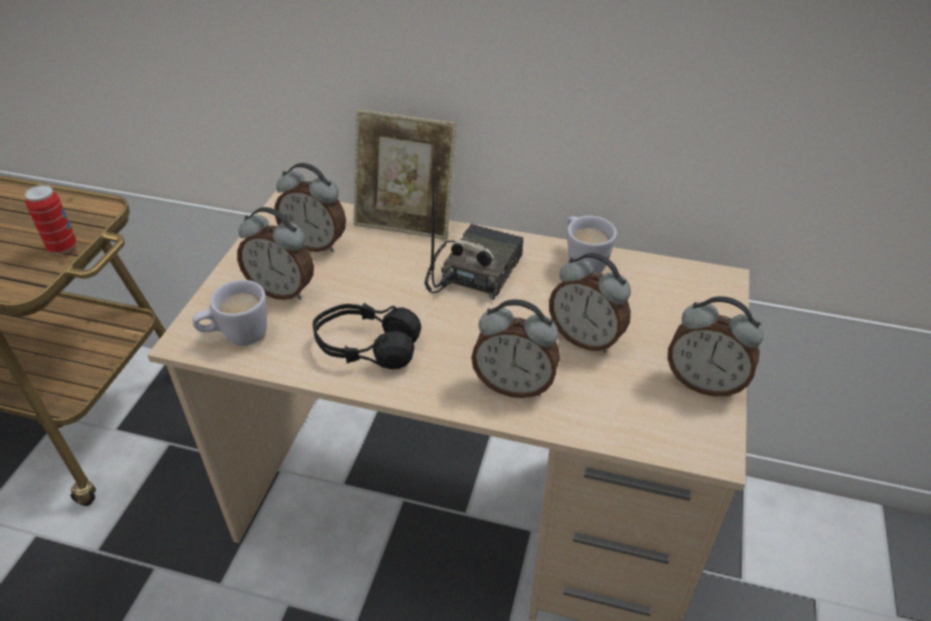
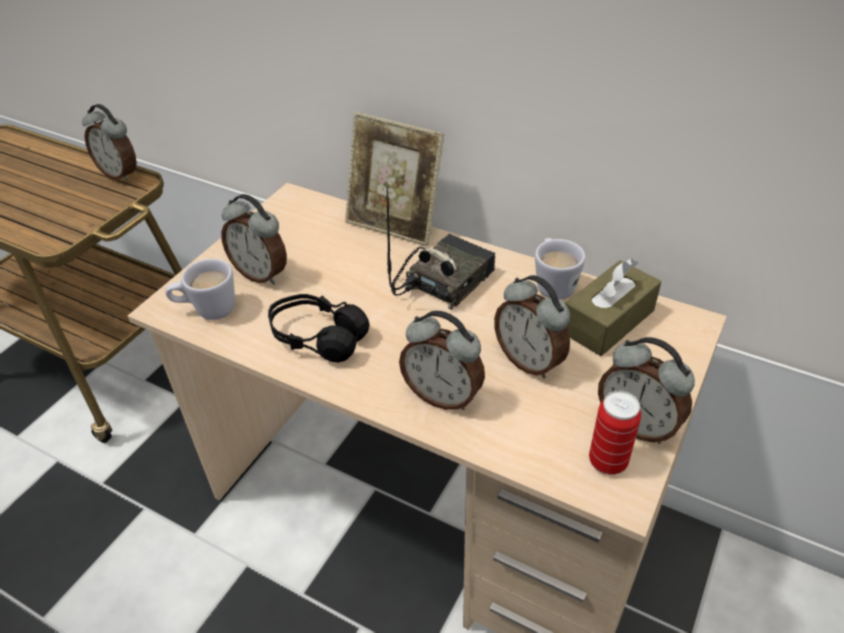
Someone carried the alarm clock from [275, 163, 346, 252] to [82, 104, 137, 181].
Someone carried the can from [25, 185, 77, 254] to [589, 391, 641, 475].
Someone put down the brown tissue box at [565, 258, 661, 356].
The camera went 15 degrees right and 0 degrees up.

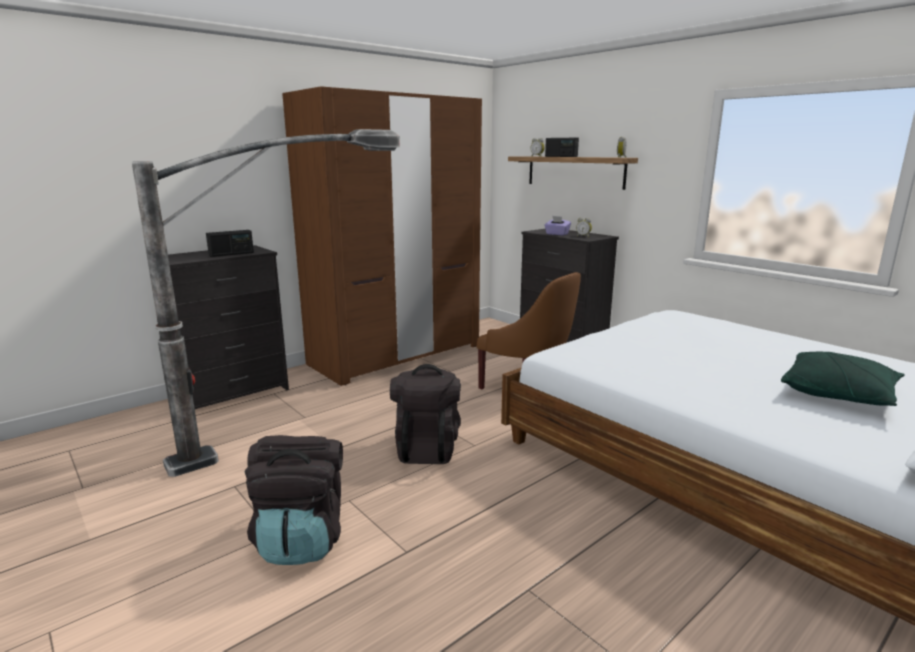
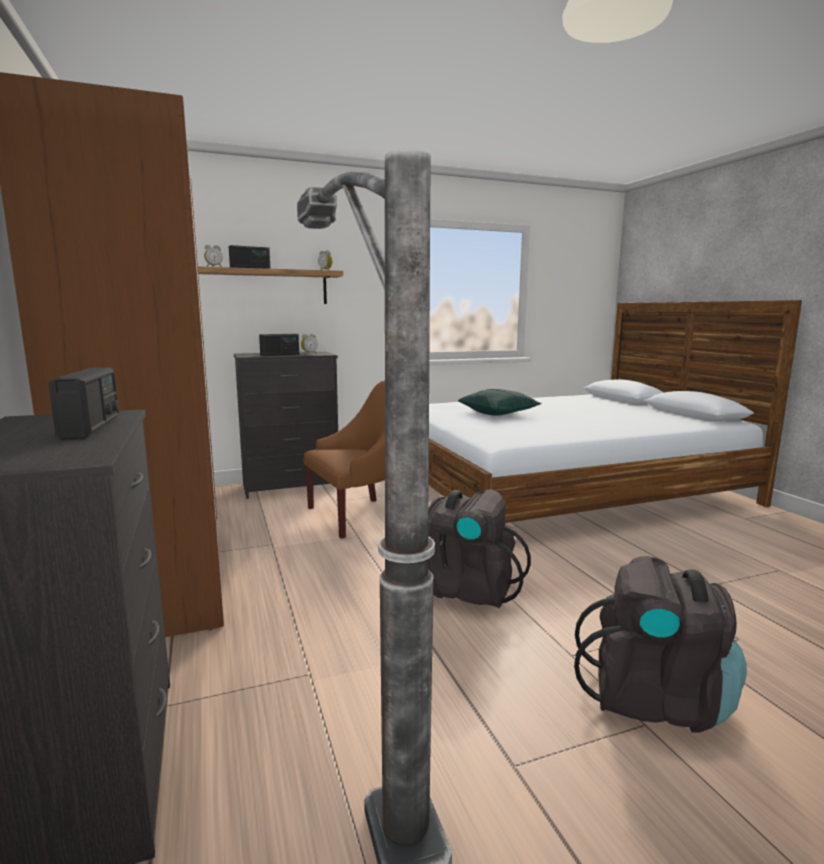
Someone swapped the purple tissue box at [544, 216, 571, 235] for the radio at [259, 334, 299, 356].
Someone carried the green pillow from [781, 351, 905, 406] to [458, 389, 542, 416].
The camera went 70 degrees left and 5 degrees down.

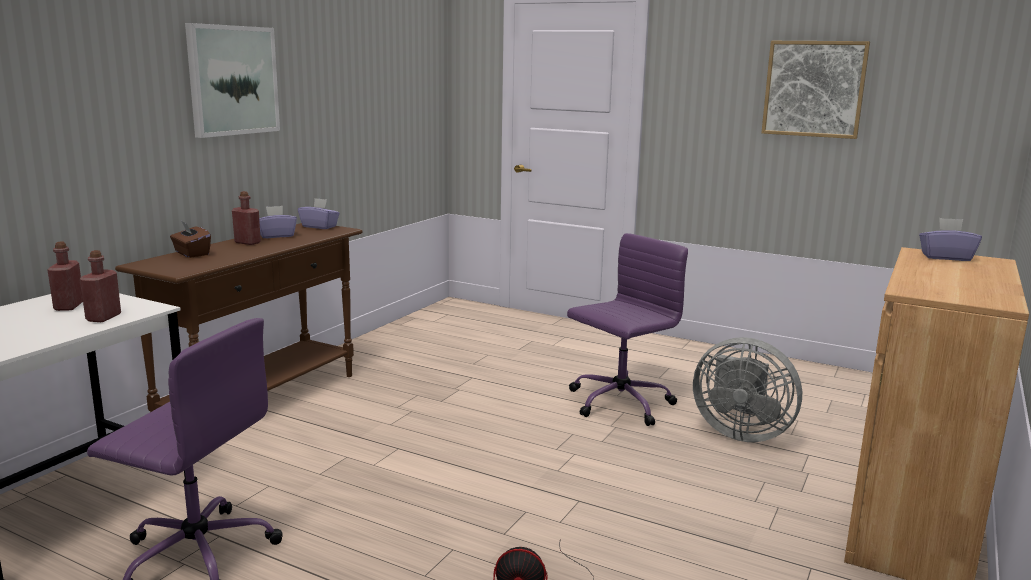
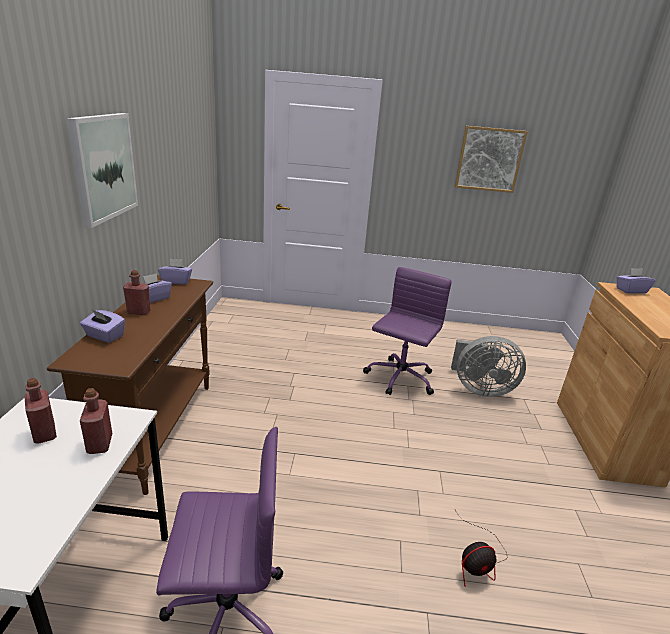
Someone repainted the brown tissue box at [170, 222, 211, 258], which became the purple tissue box at [80, 310, 125, 343].
The camera went 25 degrees left and 10 degrees up.

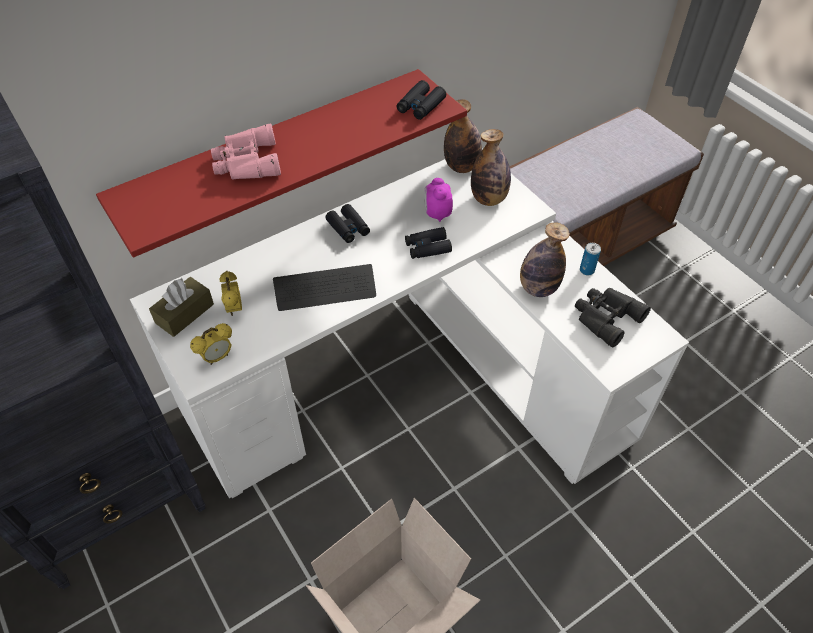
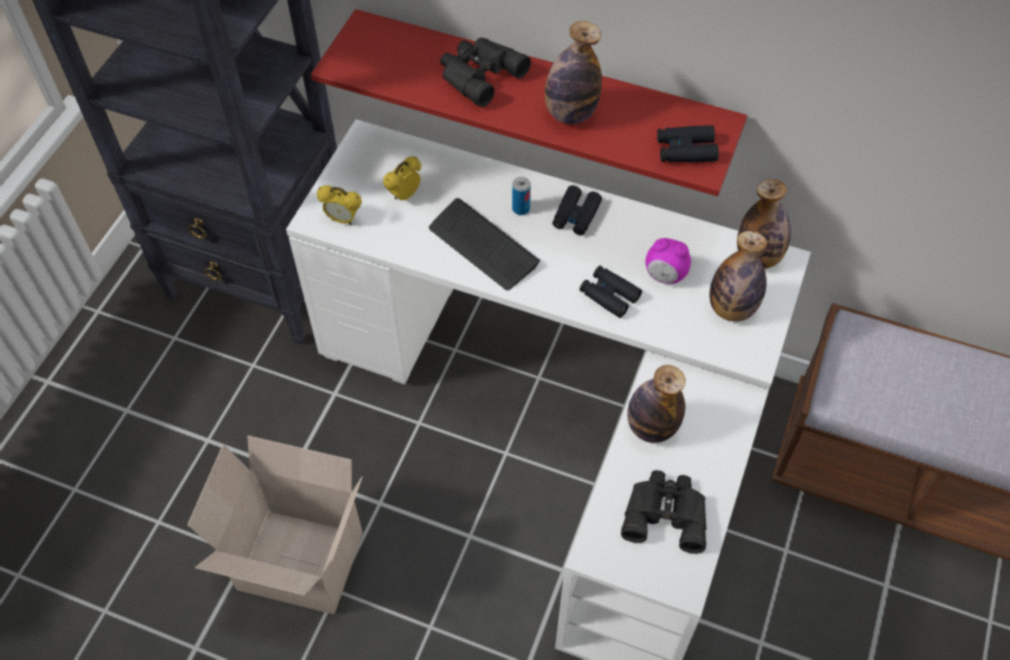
Someone repainted the pink binoculars at [211, 123, 281, 179], which became the black binoculars at [440, 37, 531, 107].
Someone rotated the alarm clock at [424, 178, 453, 222] by 120 degrees counterclockwise.
Someone carried the can from [580, 243, 601, 275] to [512, 177, 531, 215].
Someone took away the brown tissue box at [149, 277, 214, 337].
Someone put down the bottle at [545, 21, 602, 124].
The camera went 55 degrees right and 5 degrees up.

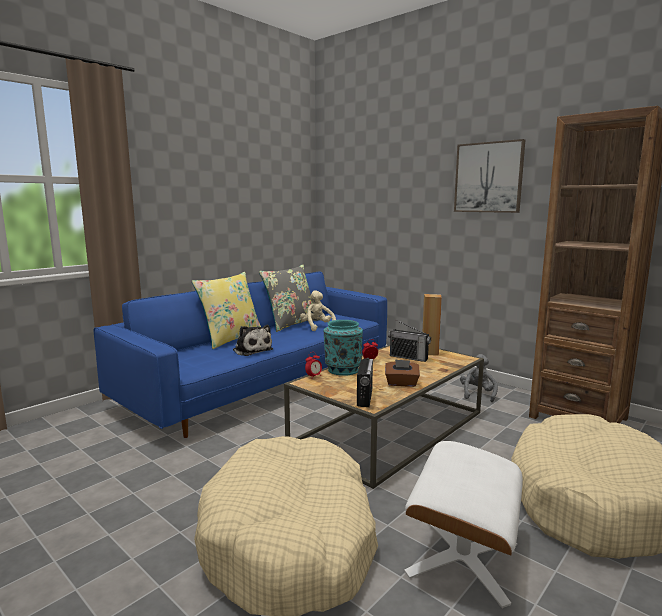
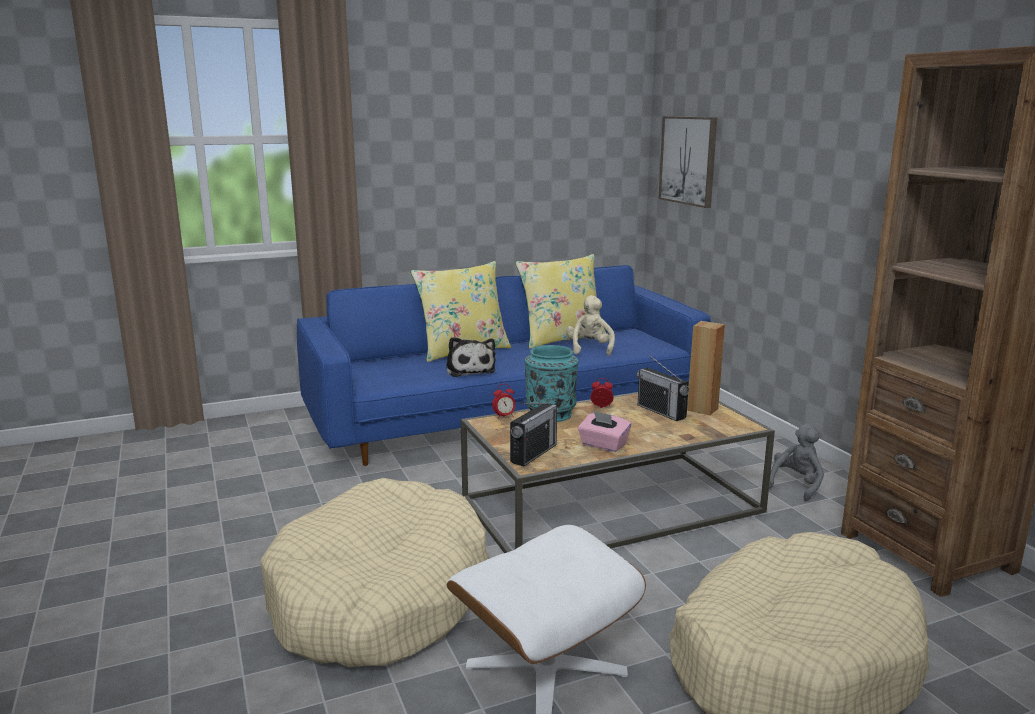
Someone carried the picture from [454, 139, 525, 213] to [659, 116, 717, 208].
Someone repainted the grey pillow at [259, 264, 313, 332], which became the yellow pillow at [515, 254, 606, 349].
Someone repainted the brown tissue box at [385, 359, 420, 387], which became the pink tissue box at [578, 411, 631, 452].
The camera went 25 degrees right and 5 degrees up.

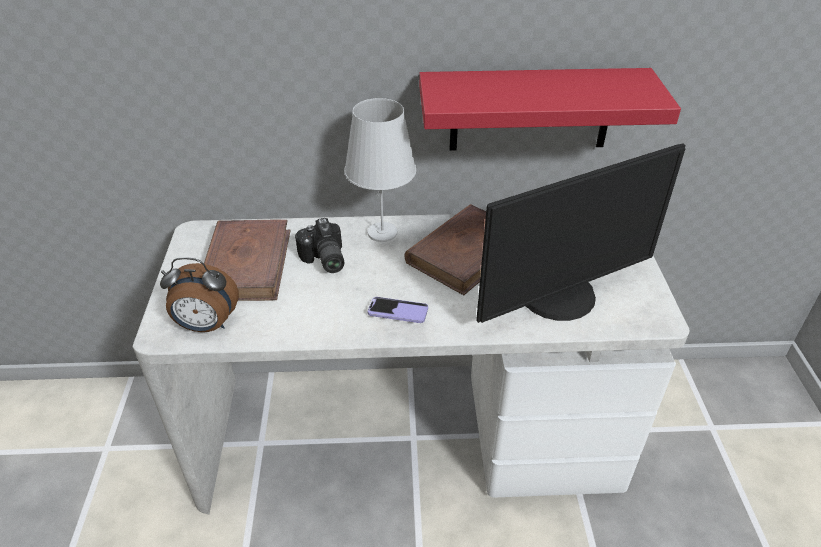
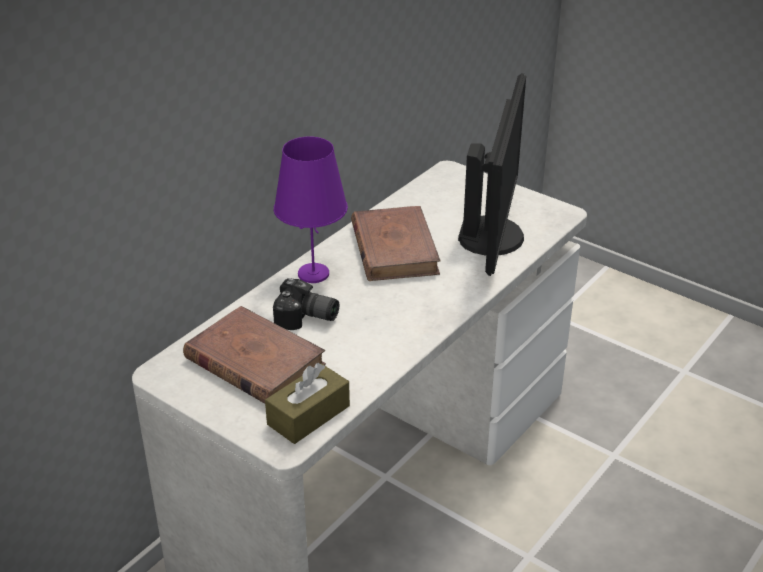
Someone took away the red shelf at [419, 68, 681, 151].
Someone repainted the white table lamp at [344, 98, 416, 242], which became the purple table lamp at [274, 136, 348, 283].
Someone swapped the alarm clock at [160, 257, 239, 332] for the brown tissue box at [265, 363, 350, 444].
Someone took away the phone at [368, 297, 428, 323].
The camera went 50 degrees left and 5 degrees down.

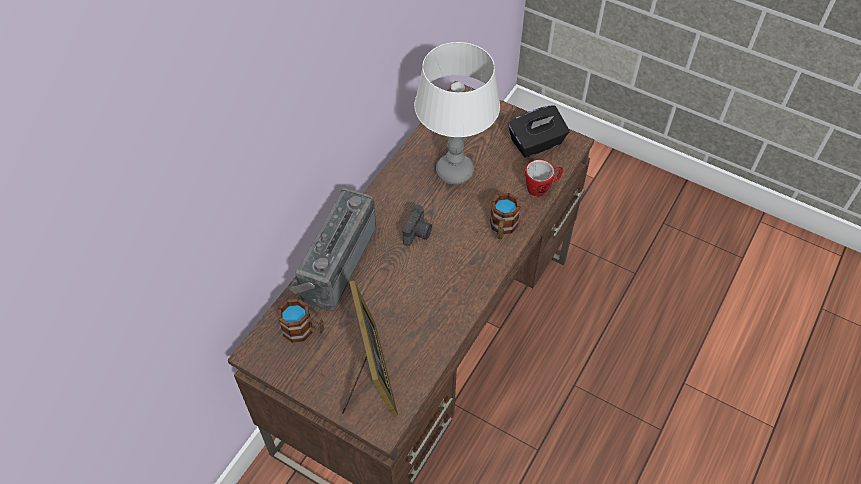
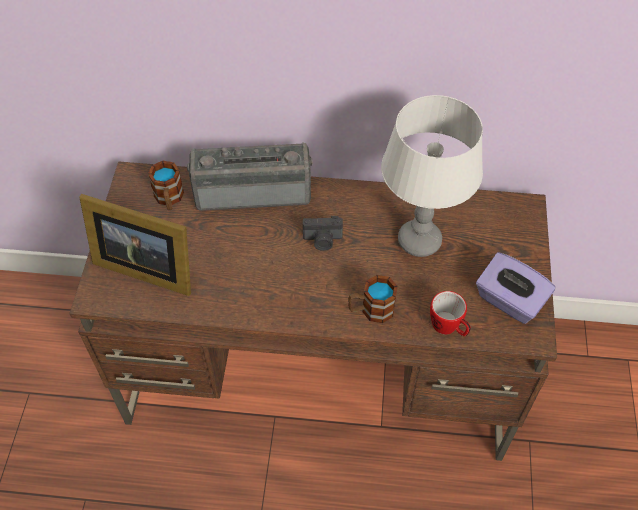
Someone repainted the black tissue box at [508, 105, 569, 158], which became the purple tissue box at [476, 252, 556, 324].
Someone rotated the picture frame at [342, 281, 398, 417] by 60 degrees clockwise.
The camera went 65 degrees right and 0 degrees up.

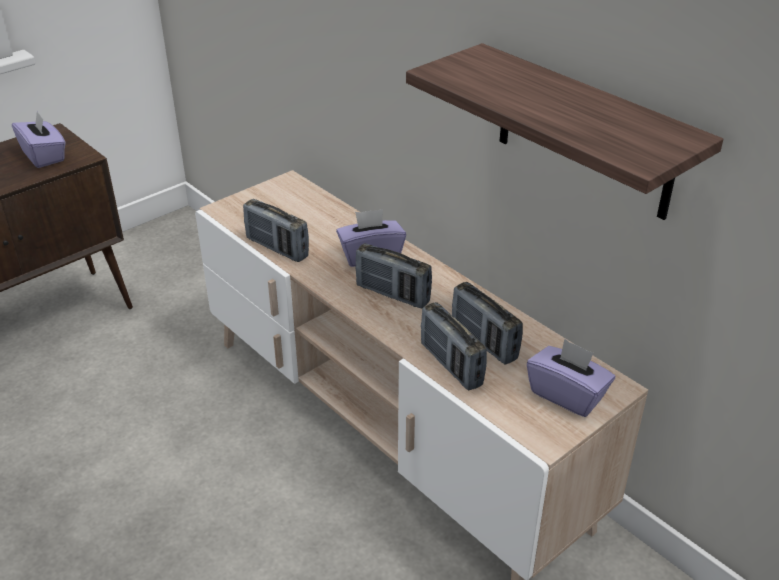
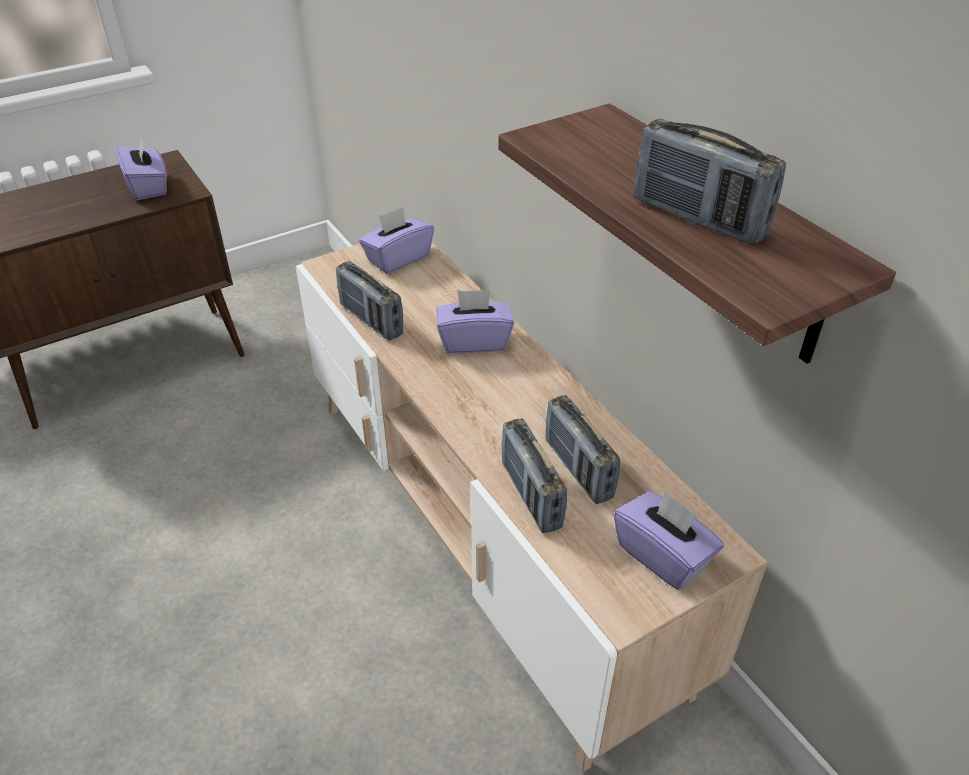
Someone carried the radio from [355, 243, 432, 308] to [634, 119, 786, 245].
Someone put down the purple tissue box at [359, 207, 434, 274].
The camera went 10 degrees right and 5 degrees up.

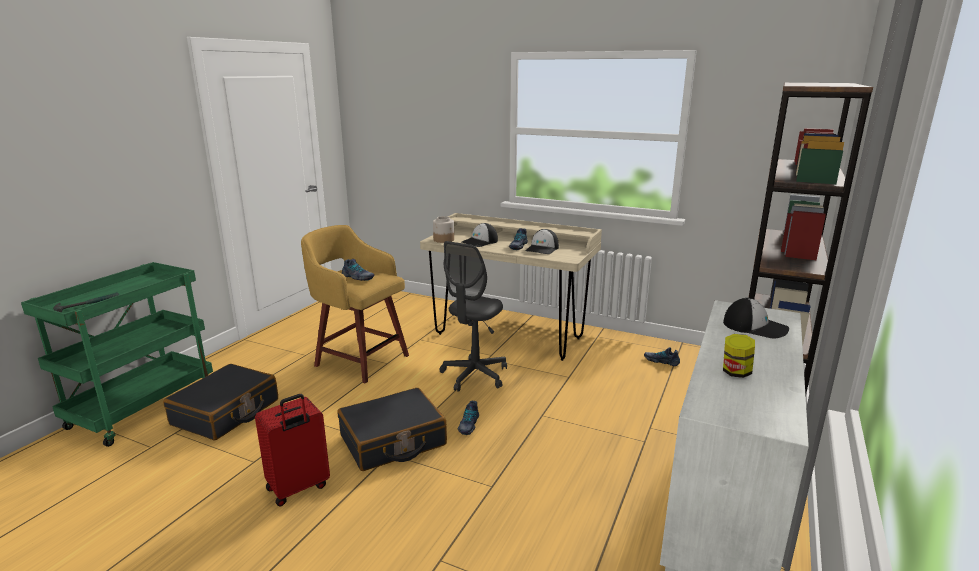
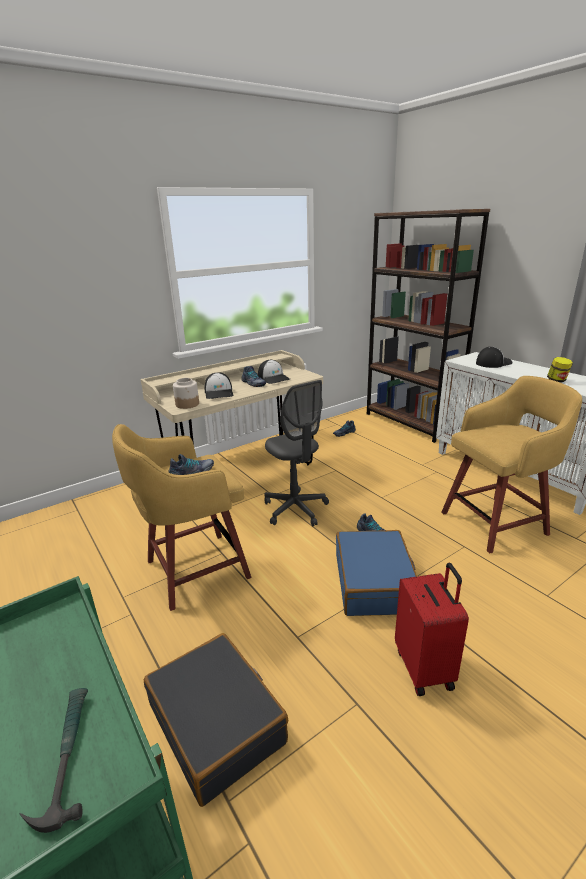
Someone repainted the black suitcase at [337, 388, 447, 471], which became the blue suitcase at [336, 530, 417, 616].
Someone put down the yellow stool at [441, 376, 582, 554].
The camera went 60 degrees left and 5 degrees up.

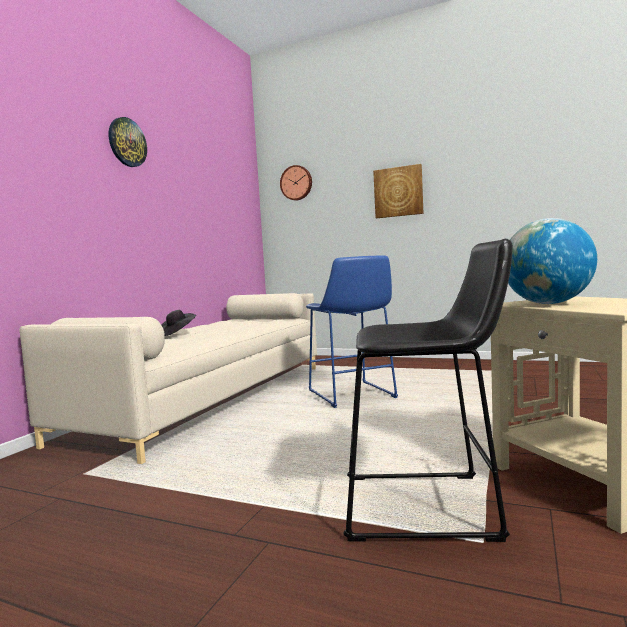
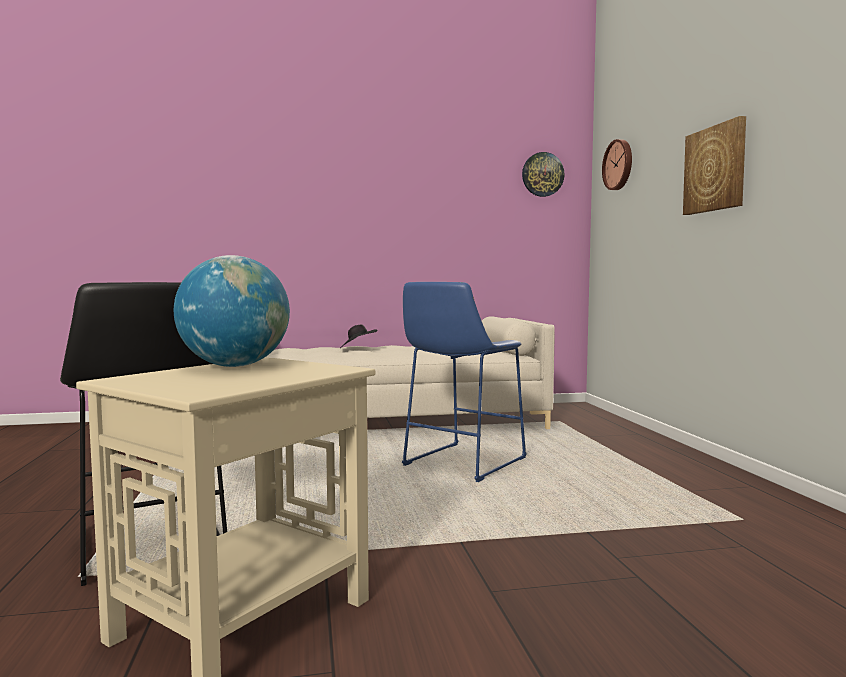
Someone carried the wall clock from [108, 117, 147, 167] to [522, 152, 564, 197].
The camera went 55 degrees right and 0 degrees up.

